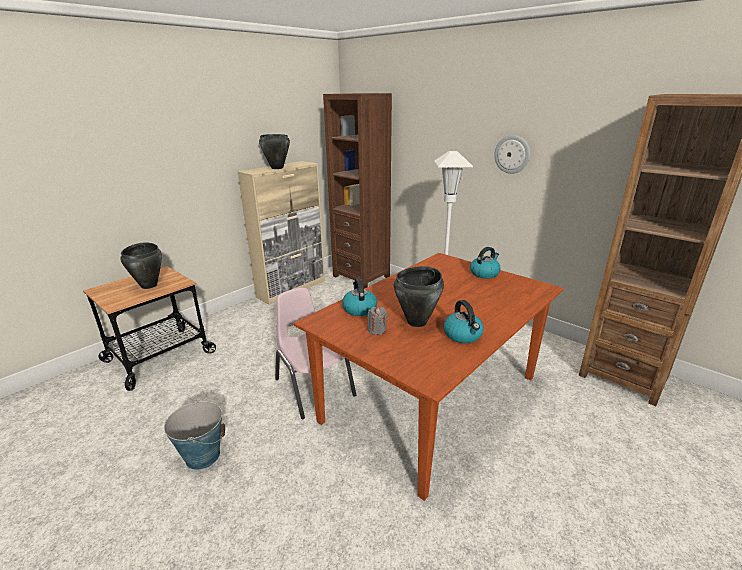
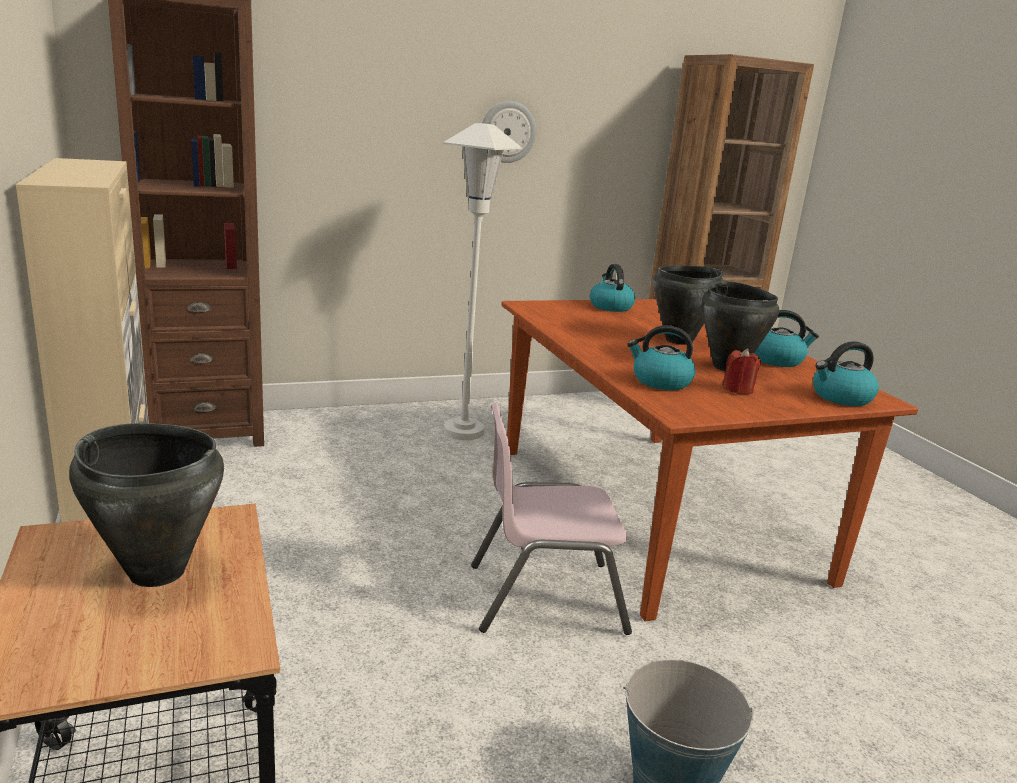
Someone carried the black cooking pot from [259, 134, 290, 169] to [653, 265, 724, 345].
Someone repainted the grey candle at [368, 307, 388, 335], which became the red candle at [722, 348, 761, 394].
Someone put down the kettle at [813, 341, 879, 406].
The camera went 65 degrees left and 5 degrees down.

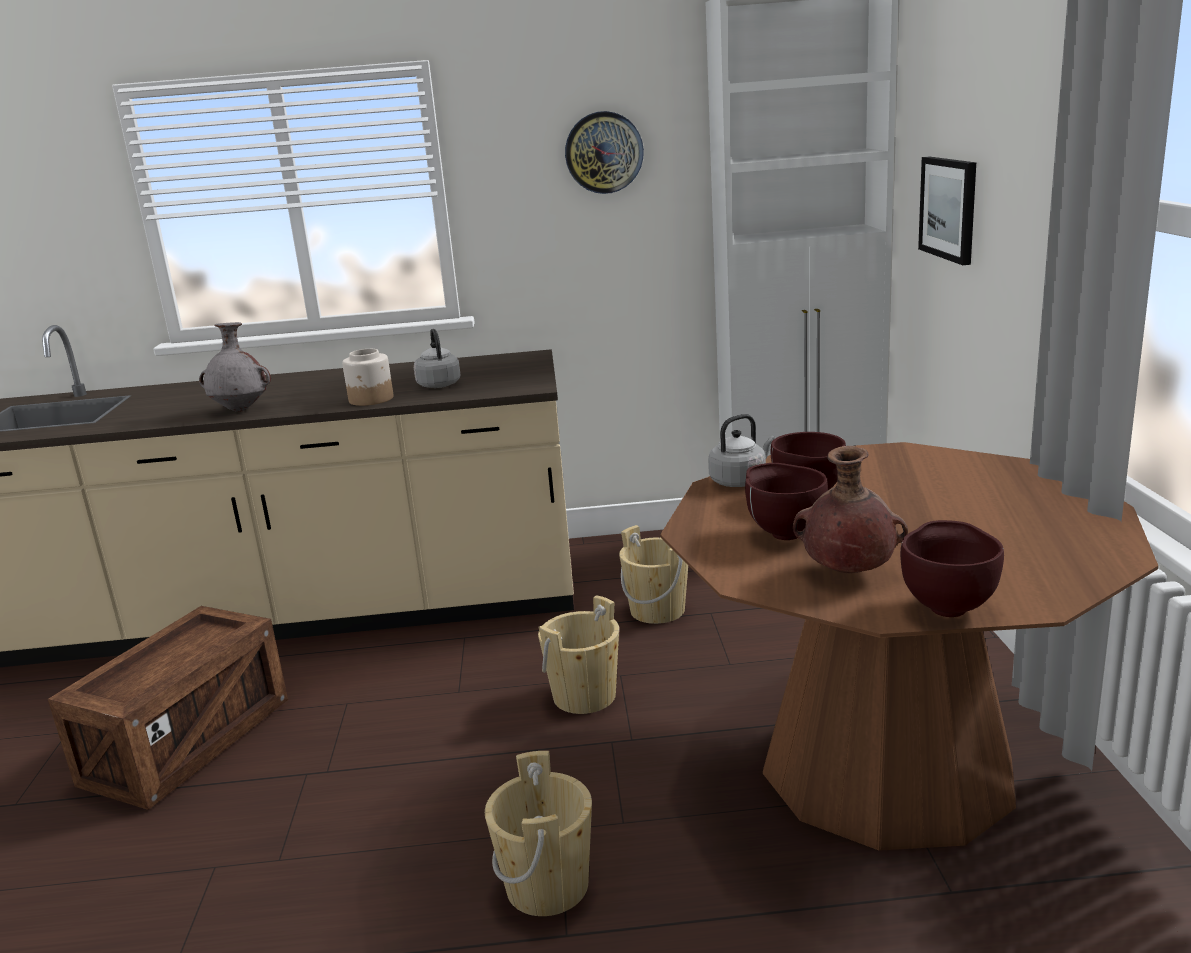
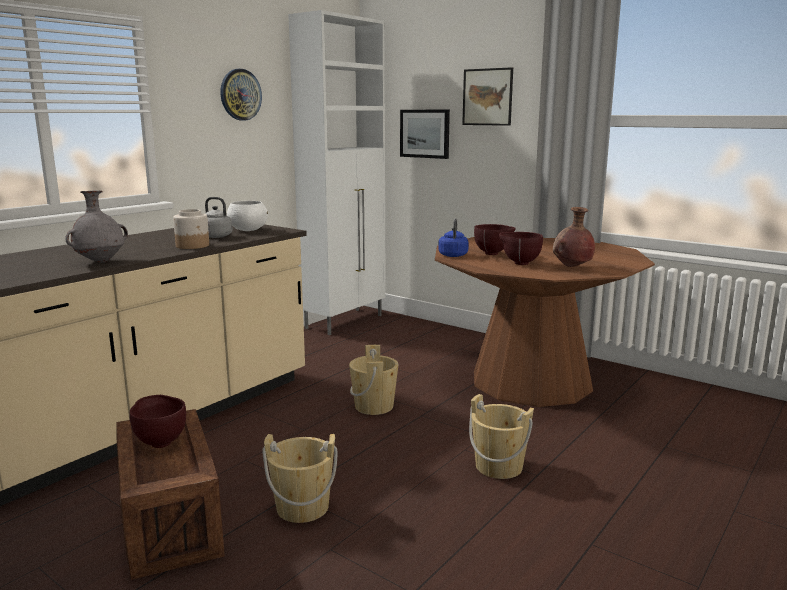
Someone repainted the grey kettle at [708, 414, 775, 487], which became the blue kettle at [438, 218, 469, 257].
Someone carried the brown bowl from [900, 520, 1004, 617] to [129, 395, 186, 448].
Someone carried the beige bucket from [619, 525, 688, 624] to [262, 434, 338, 523].
Someone put up the picture at [462, 67, 513, 126].
Someone put down the white bowl at [227, 201, 268, 231].
The camera went 50 degrees left and 5 degrees down.

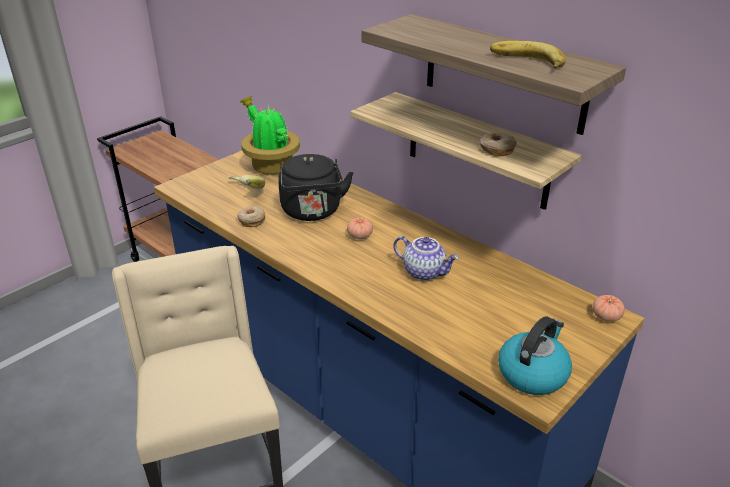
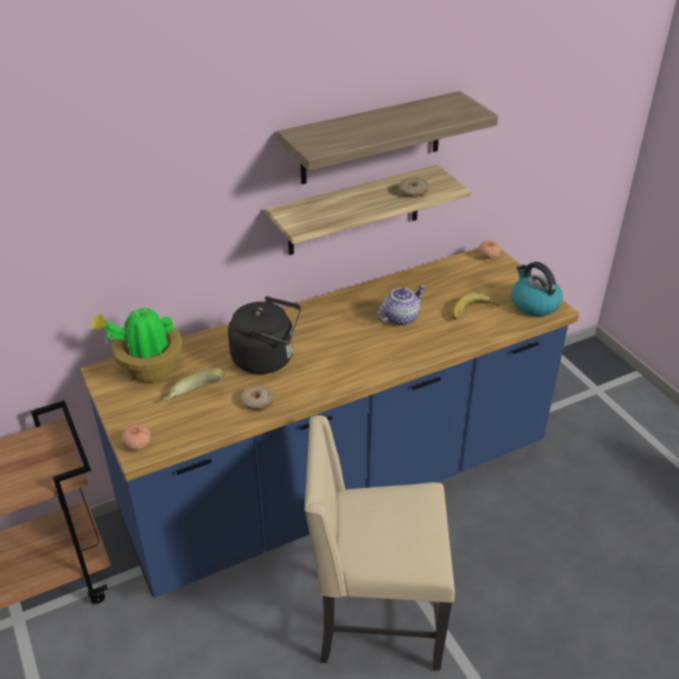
Someone carried the banana from [490, 41, 566, 69] to [452, 293, 499, 319].
Someone carried the tomato from [347, 217, 373, 239] to [122, 424, 151, 450].
The camera went 70 degrees left and 5 degrees up.

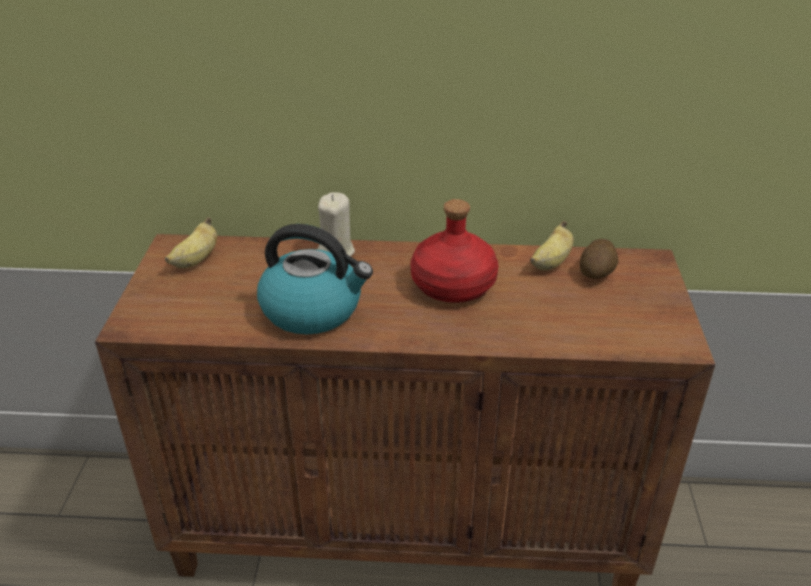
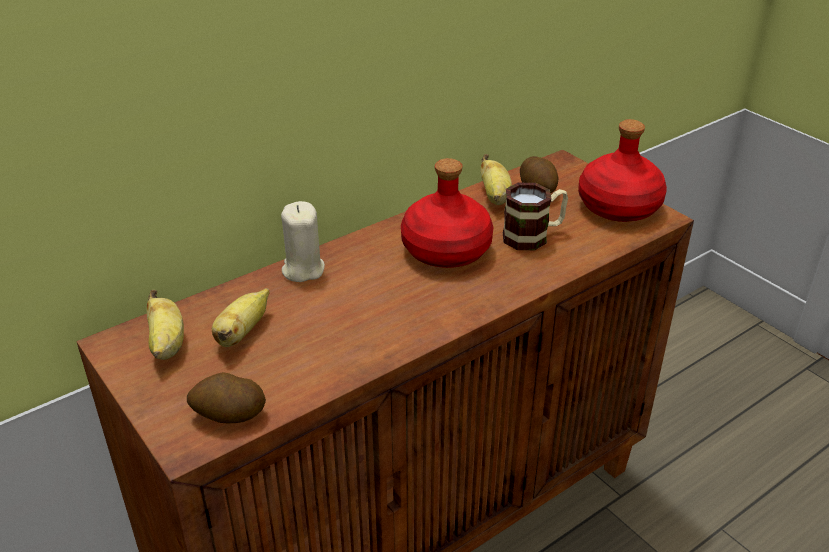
Someone took away the kettle at [257, 224, 373, 334].
Someone put down the red bottle at [578, 119, 667, 222].
Someone put down the mug at [503, 183, 568, 250].
Someone put down the banana at [212, 288, 269, 347].
Someone put down the potato at [187, 372, 266, 423].
The camera went 40 degrees left and 0 degrees up.

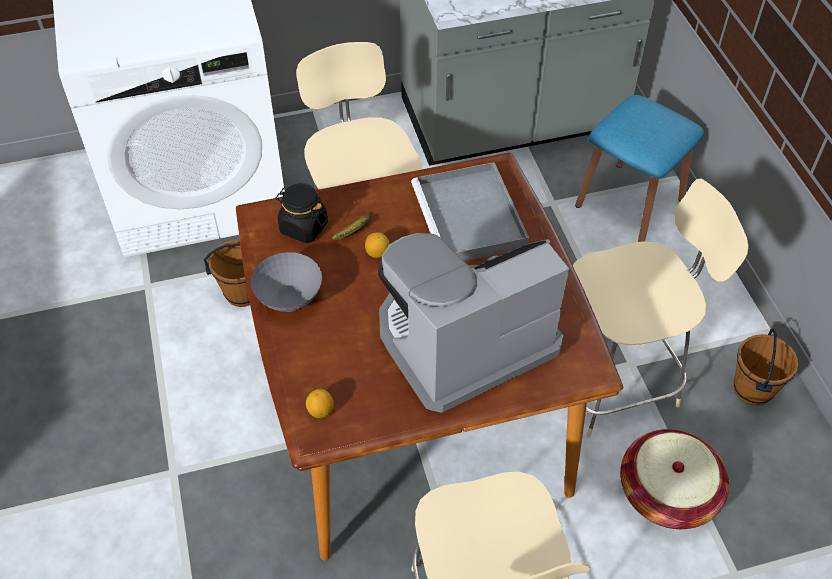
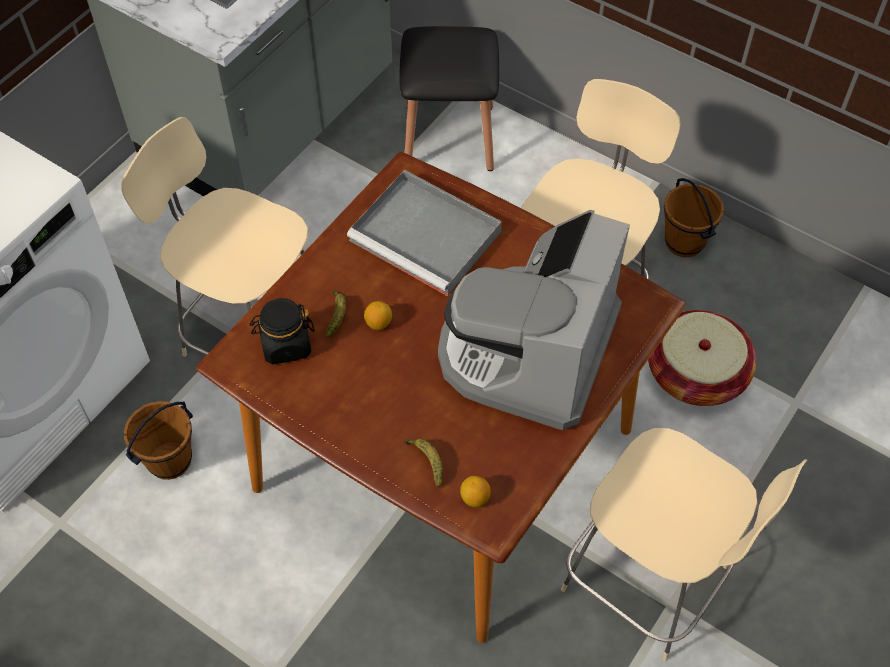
Someone repainted the blue stool at [575, 95, 704, 242], which became the black stool at [399, 26, 499, 171].
Someone took away the grey bowl at [251, 252, 322, 312].
Someone put down the banana at [405, 439, 443, 487].
The camera went 40 degrees left and 5 degrees up.

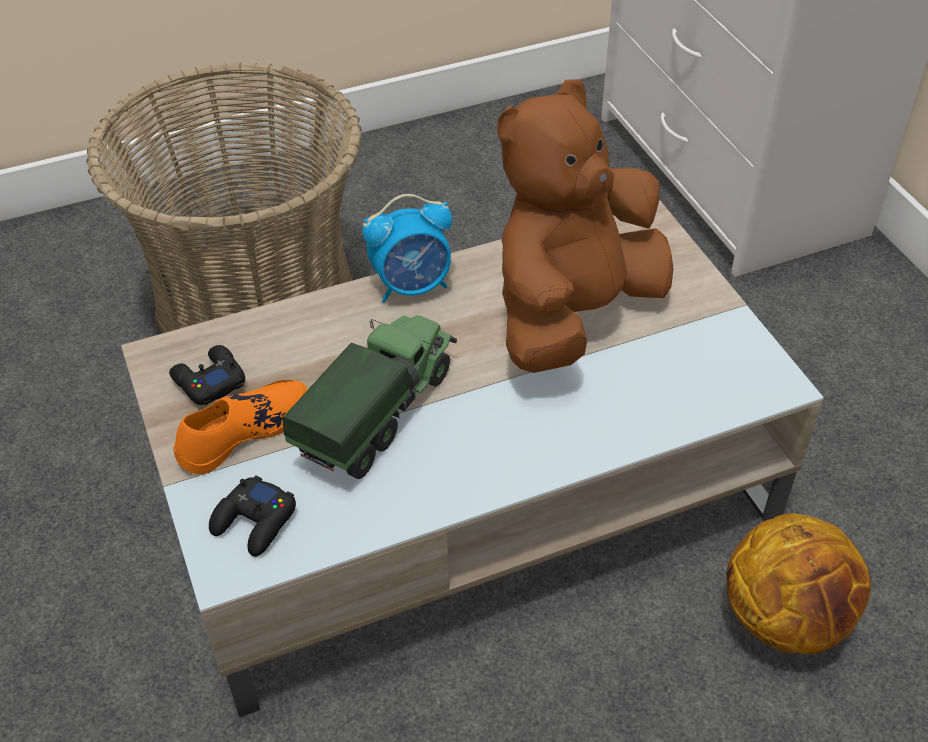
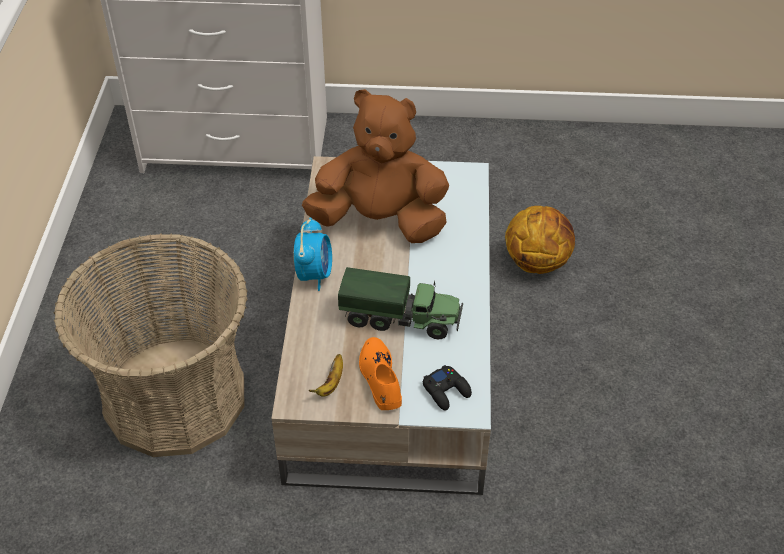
Someone rotated the brown plush toy at [497, 79, 674, 373] by 120 degrees clockwise.
Someone rotated the toy truck at [282, 315, 457, 479] by 135 degrees clockwise.
Someone swapped the black game controller at [169, 345, 245, 405] for the banana at [309, 354, 343, 397].
The camera went 65 degrees left and 0 degrees up.

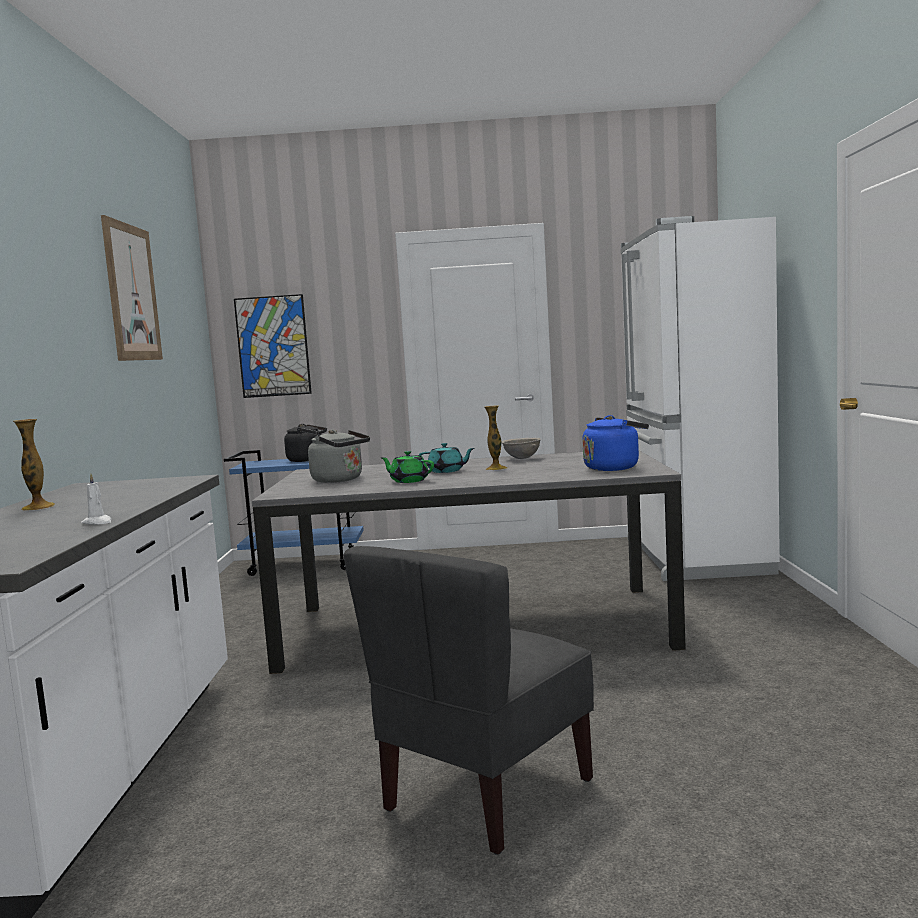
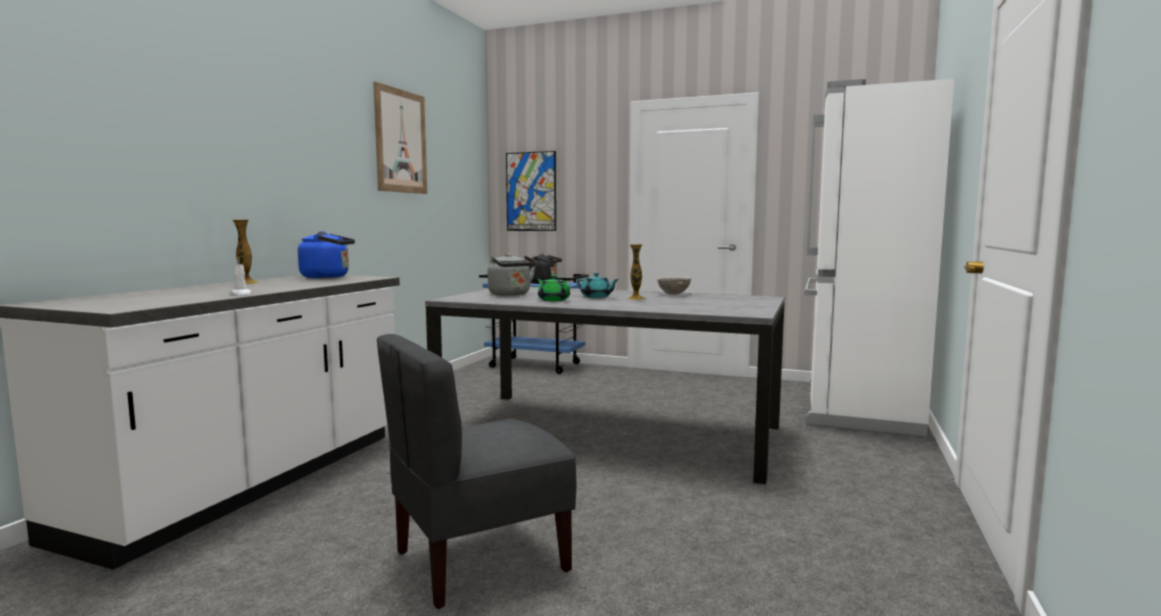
Someone carried the blue kettle from [582, 415, 649, 471] to [298, 231, 355, 278].
The camera went 20 degrees right and 0 degrees up.

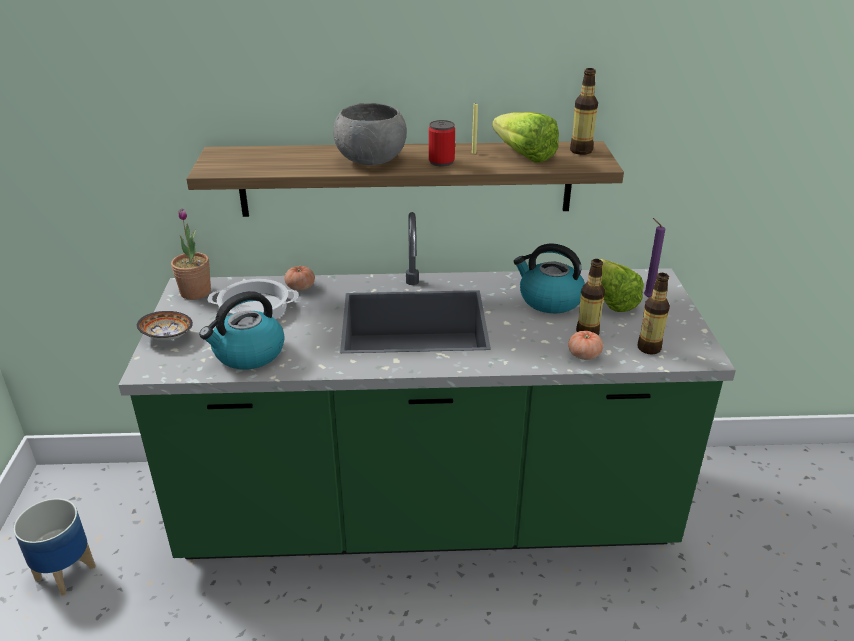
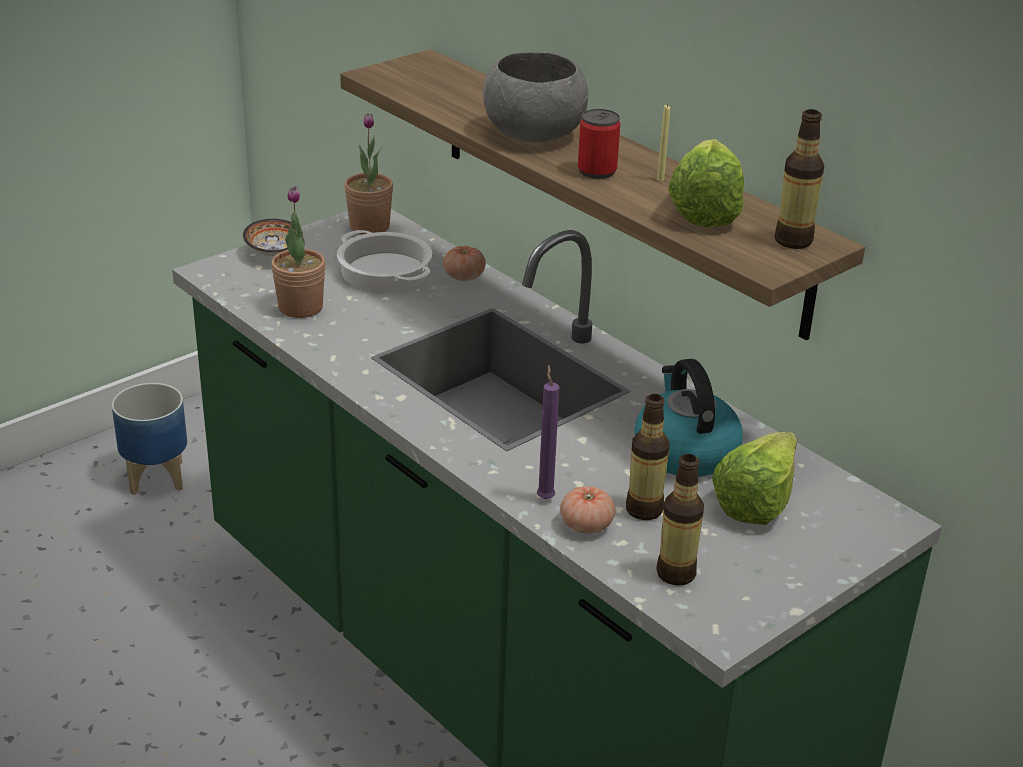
Someone carried the purple candle from [644, 218, 666, 298] to [537, 364, 559, 499].
Someone swapped the kettle at [199, 291, 285, 370] for the potted plant at [271, 186, 326, 318].
The camera went 50 degrees right and 0 degrees up.

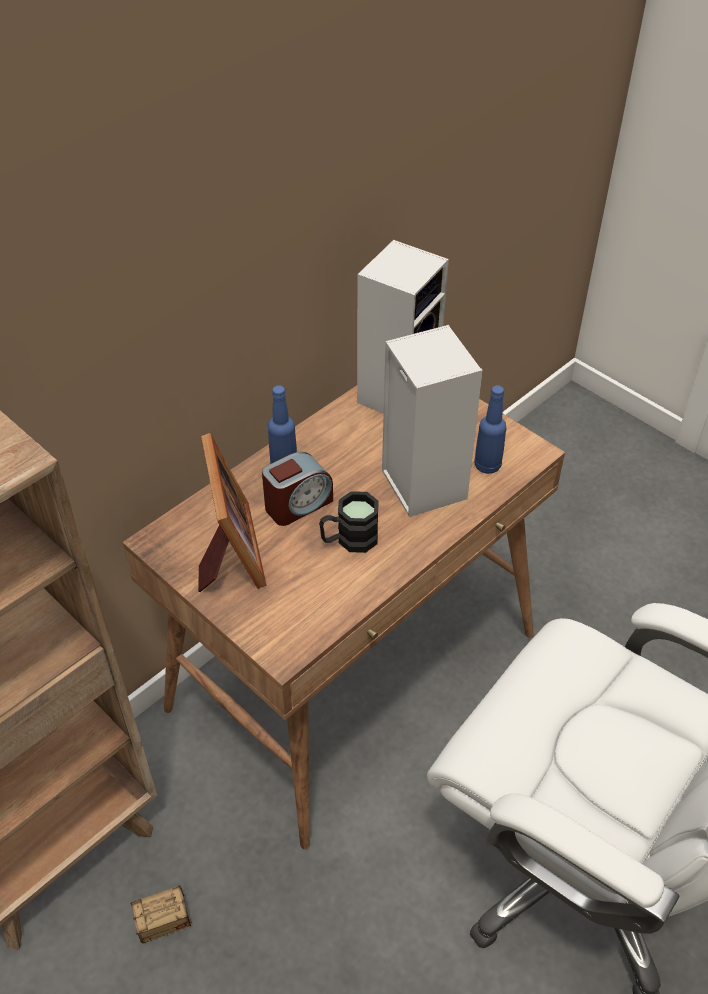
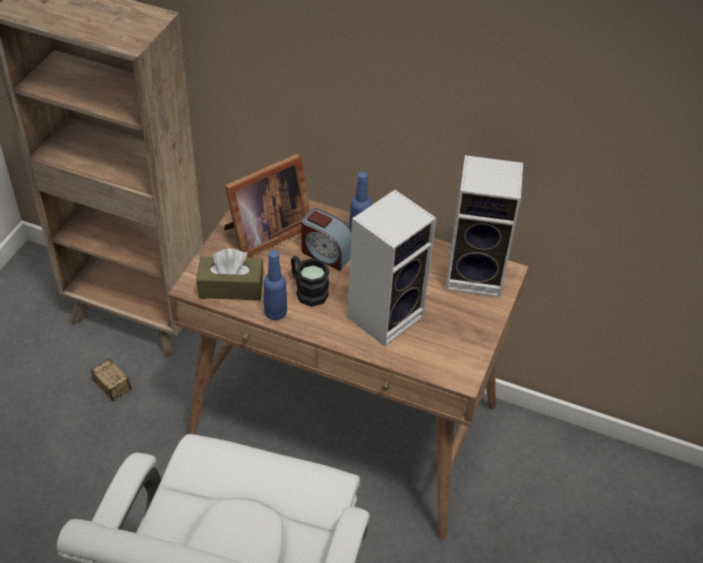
Someone carried the blue bottle from [474, 385, 506, 474] to [263, 250, 287, 320].
Someone put down the brown tissue box at [197, 248, 264, 300].
The camera went 65 degrees right and 0 degrees up.

